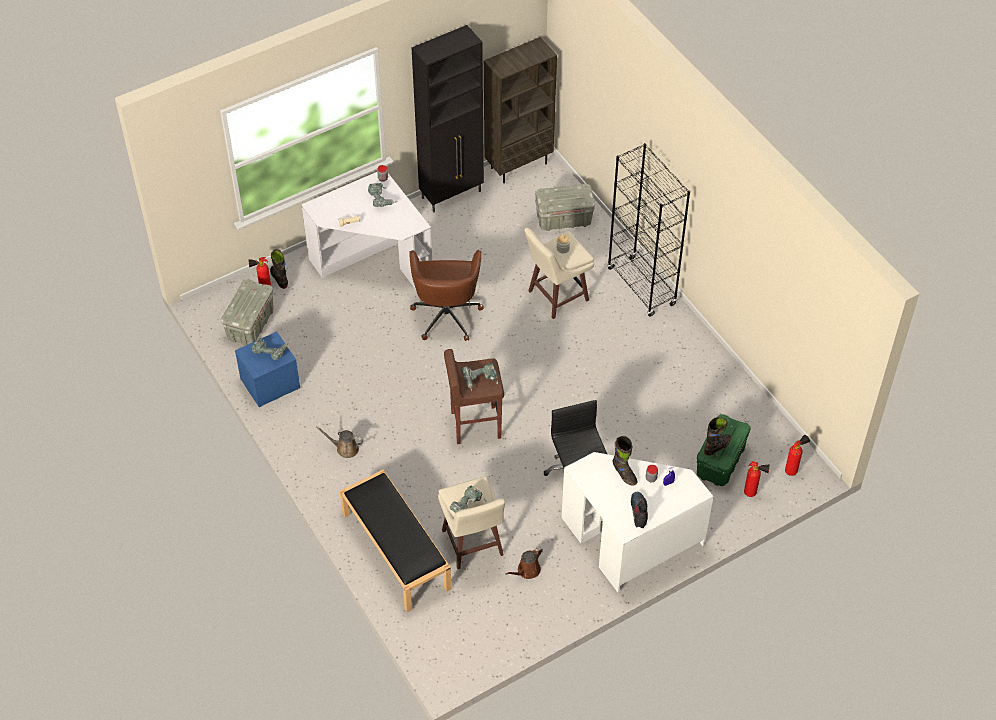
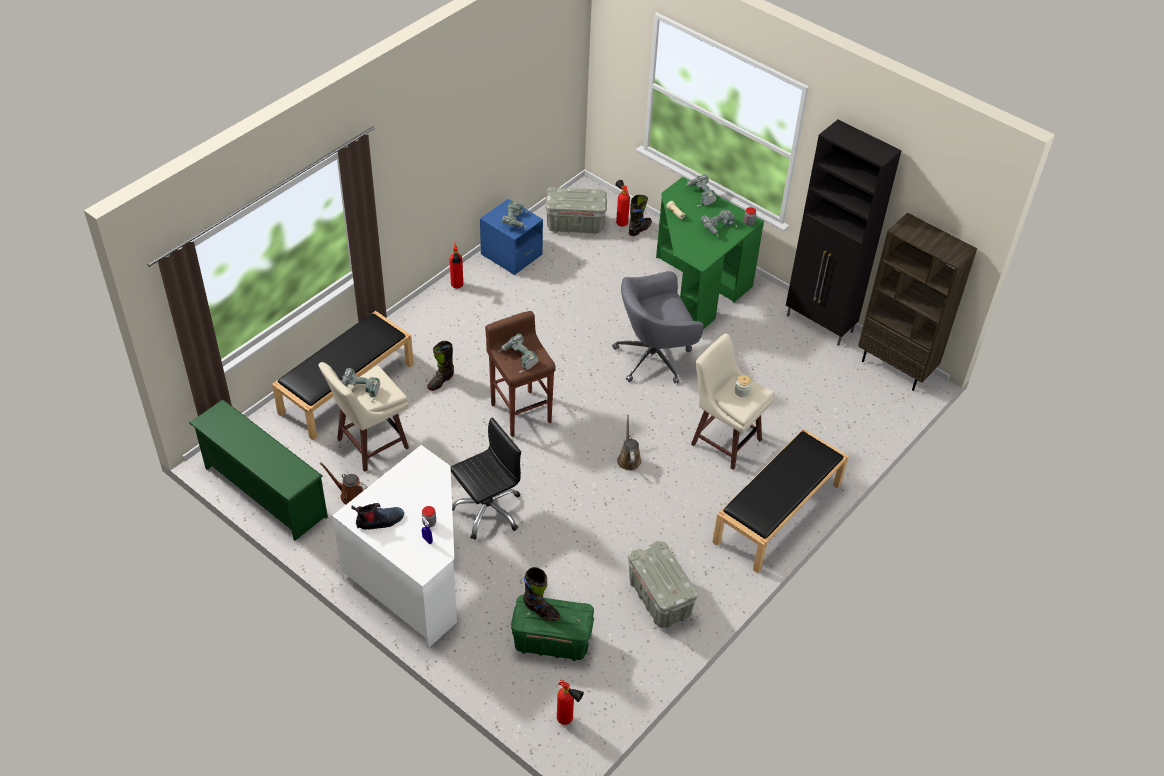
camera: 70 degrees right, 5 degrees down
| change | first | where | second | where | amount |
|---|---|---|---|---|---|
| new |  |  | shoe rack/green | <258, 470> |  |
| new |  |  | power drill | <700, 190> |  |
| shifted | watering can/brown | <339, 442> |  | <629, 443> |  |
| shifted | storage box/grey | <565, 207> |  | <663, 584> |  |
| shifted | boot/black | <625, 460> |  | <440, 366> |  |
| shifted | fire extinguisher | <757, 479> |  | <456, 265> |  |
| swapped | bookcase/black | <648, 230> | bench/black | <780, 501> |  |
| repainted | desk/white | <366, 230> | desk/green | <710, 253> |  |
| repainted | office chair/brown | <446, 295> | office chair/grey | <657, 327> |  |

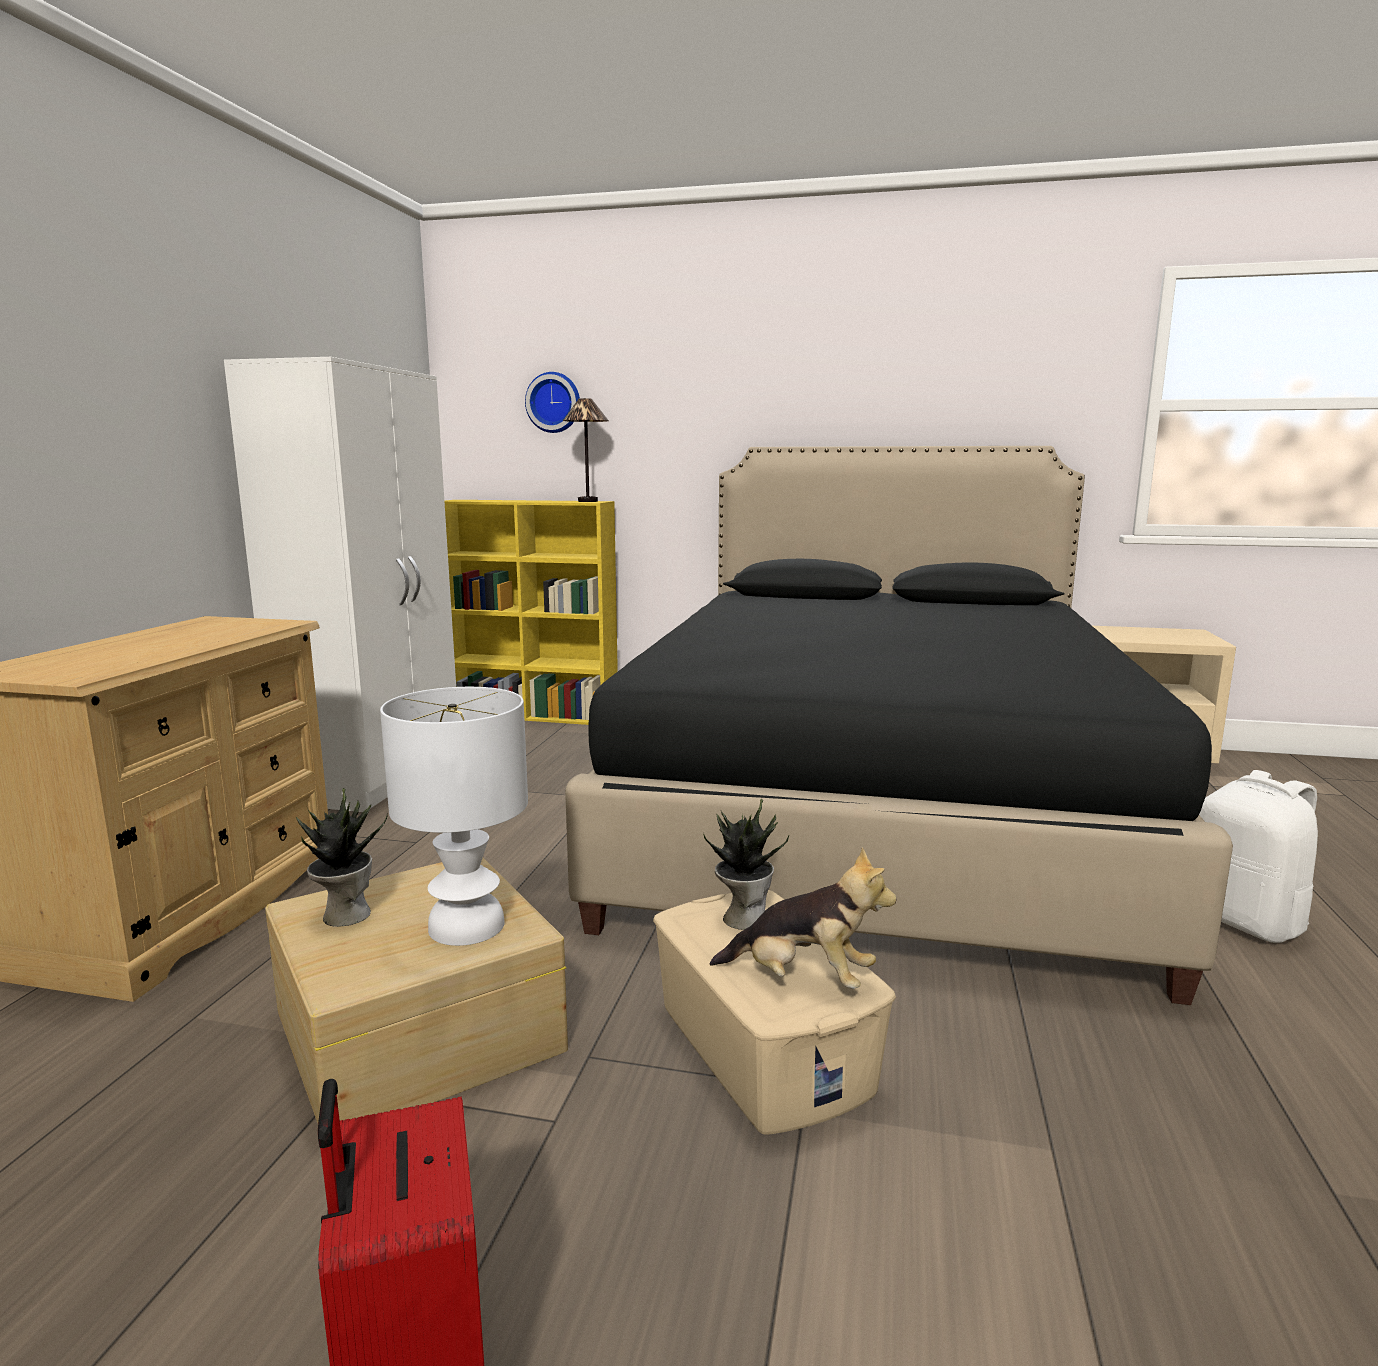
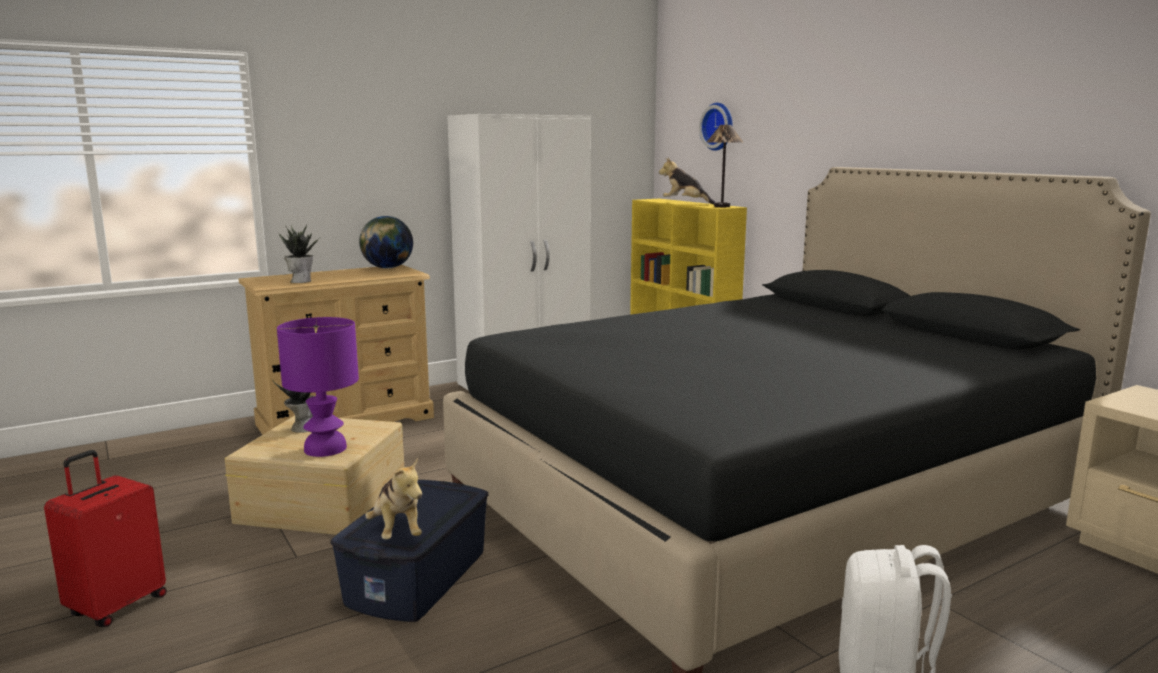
camera: 45 degrees right, 0 degrees up
| change | first | where | second | where | amount |
|---|---|---|---|---|---|
| new |  |  | globe | <386, 242> |  |
| new |  |  | plush toy | <687, 180> |  |
| shifted | potted plant | <746, 864> |  | <299, 253> |  |
| repainted | table lamp/white | <454, 816> | table lamp/purple | <318, 387> |  |
| repainted | storage box/beige | <774, 1012> | storage box/blue | <409, 551> |  |

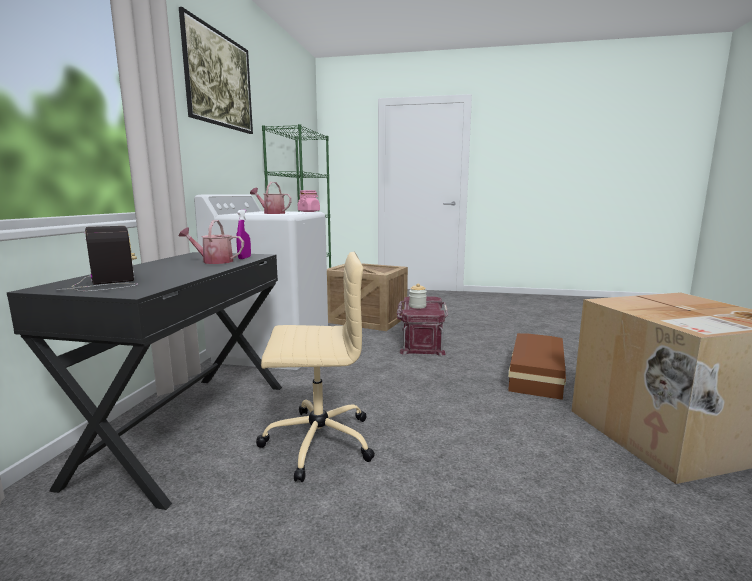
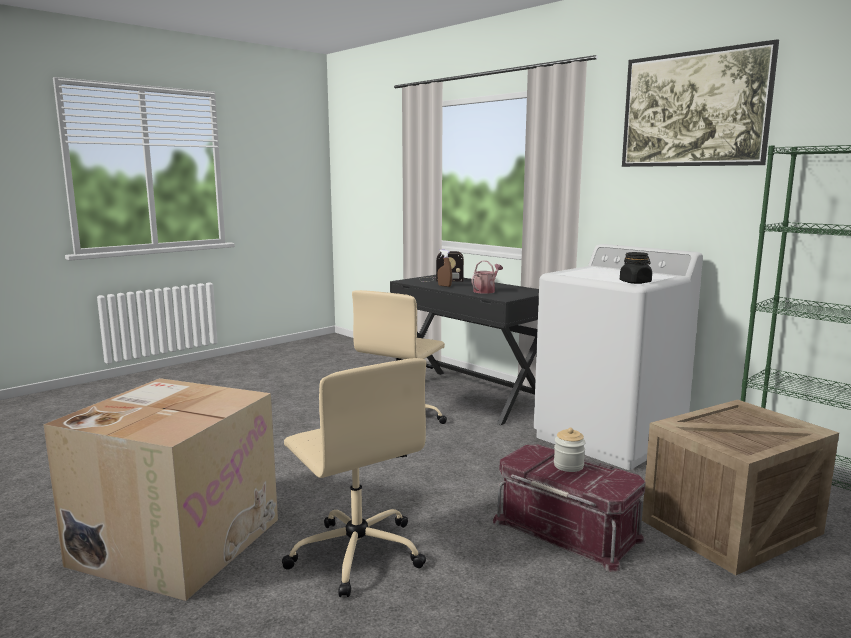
camera: 125 degrees right, 0 degrees up
| change | first | where | second | where | amount |
|---|---|---|---|---|---|
| gone | spray bottle/purple | <243, 234> |  |  |  |
| gone | watering can | <270, 198> |  |  |  |
| new |  |  | spray bottle/brown | <445, 268> |  |
| swapped | storage box/brown | <537, 366> | office chair/beige | <354, 477> |  |
| repainted | jar/pink | <309, 201> | jar/black | <636, 268> |  |

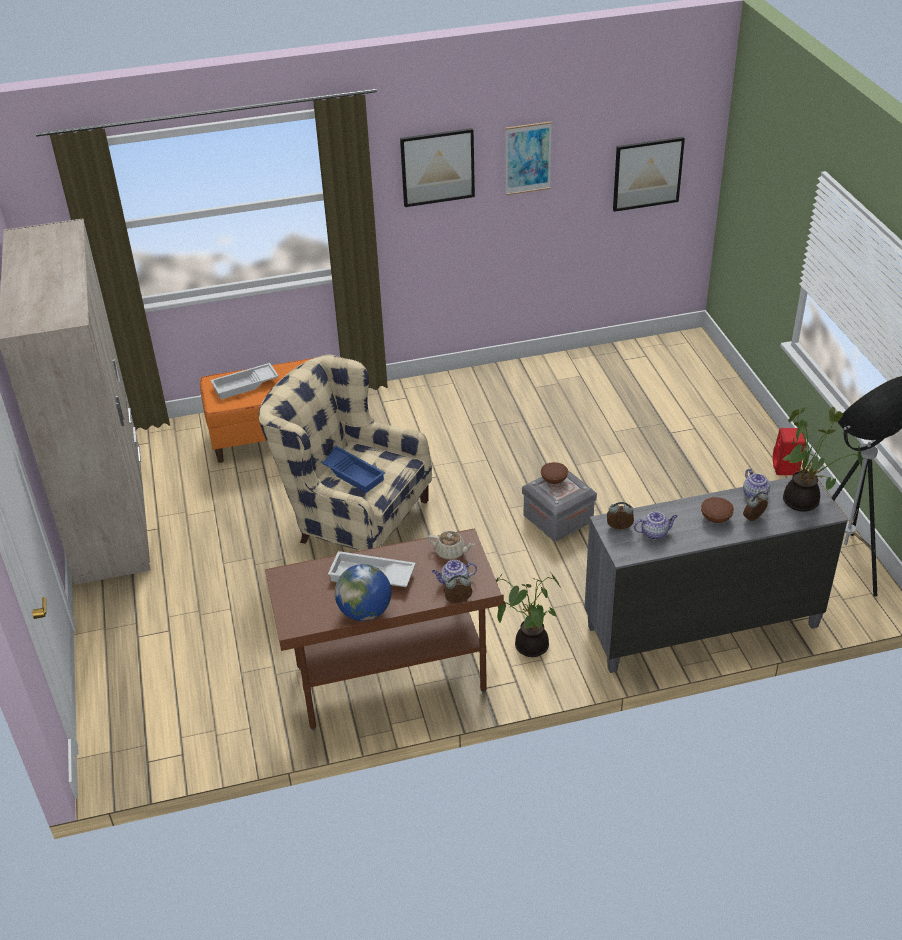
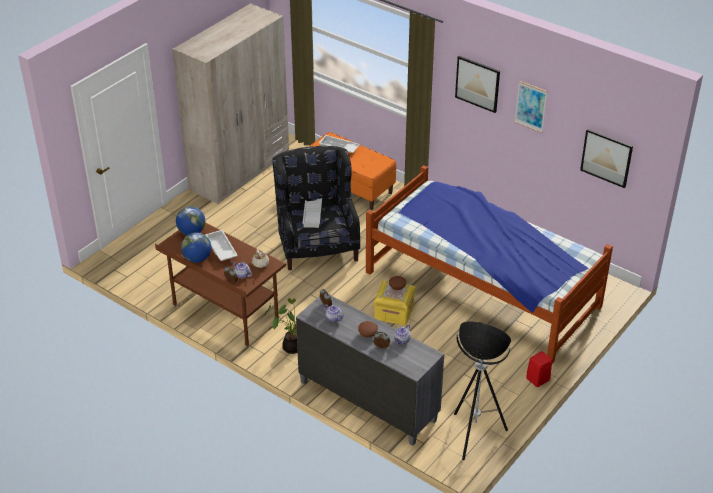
camera: 50 degrees right, 0 degrees up
| change | first | where | second | where | amount |
|---|---|---|---|---|---|
| gone | potted plant | <822, 459> |  |  |  |
| new |  |  | globe | <190, 221> |  |
| new |  |  | bed | <489, 264> |  |
| repainted | armchair/beige | <345, 452> | armchair/black | <316, 208> |  |
| repainted | tray/blue | <353, 469> | tray/white | <312, 213> |  |
| repainted | storage box/grey | <559, 505> | storage box/yellow | <395, 302> |  |

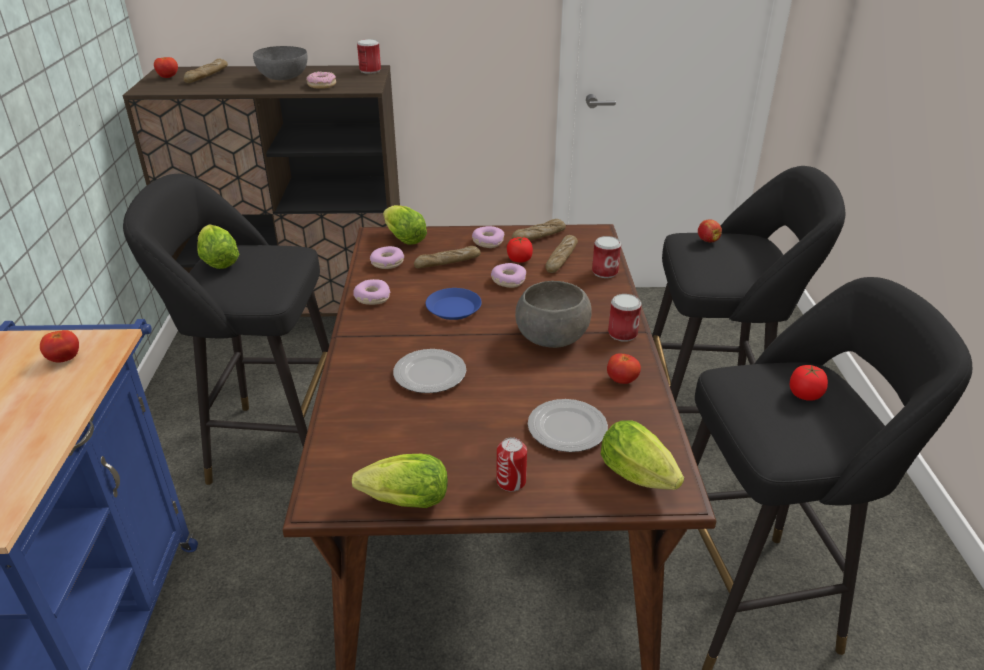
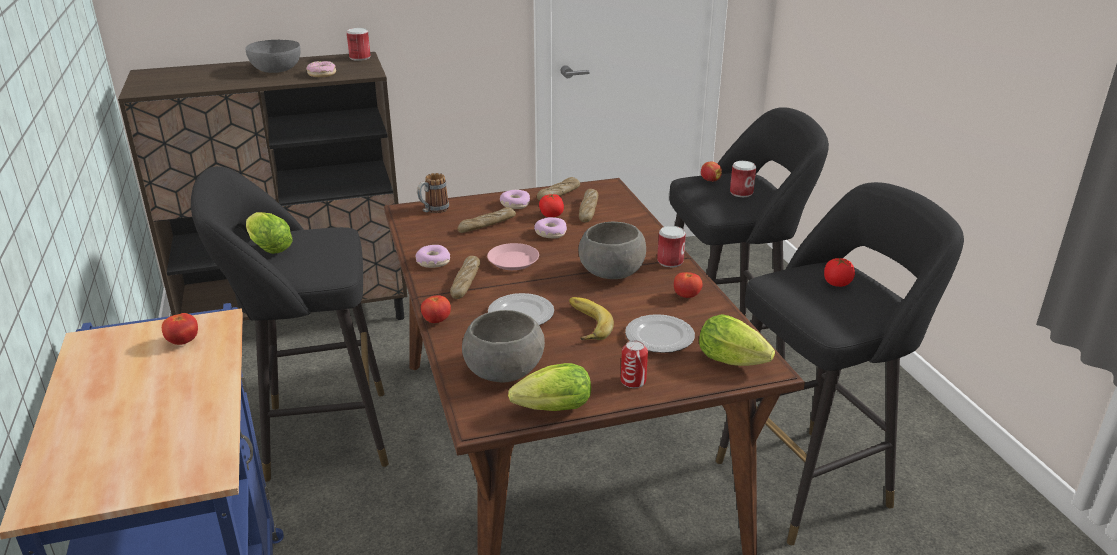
camera: 15 degrees left, 5 degrees down
| change | first | where | second | where | amount |
|---|---|---|---|---|---|
| gone | donut | <387, 257> |  |  |  |
| new |  |  | bowl/grey | <503, 346> |  |
| new |  |  | banana | <591, 318> |  |
| shifted | tomato | <166, 67> |  | <436, 309> |  |
| shifted | bread | <206, 70> |  | <465, 277> |  |
| shifted | can | <606, 257> |  | <743, 179> |  |
| swapped | lettuce | <405, 225> | mug | <433, 193> |  |
| repainted | plate/blue | <454, 304> | plate/pink | <513, 256> |  |

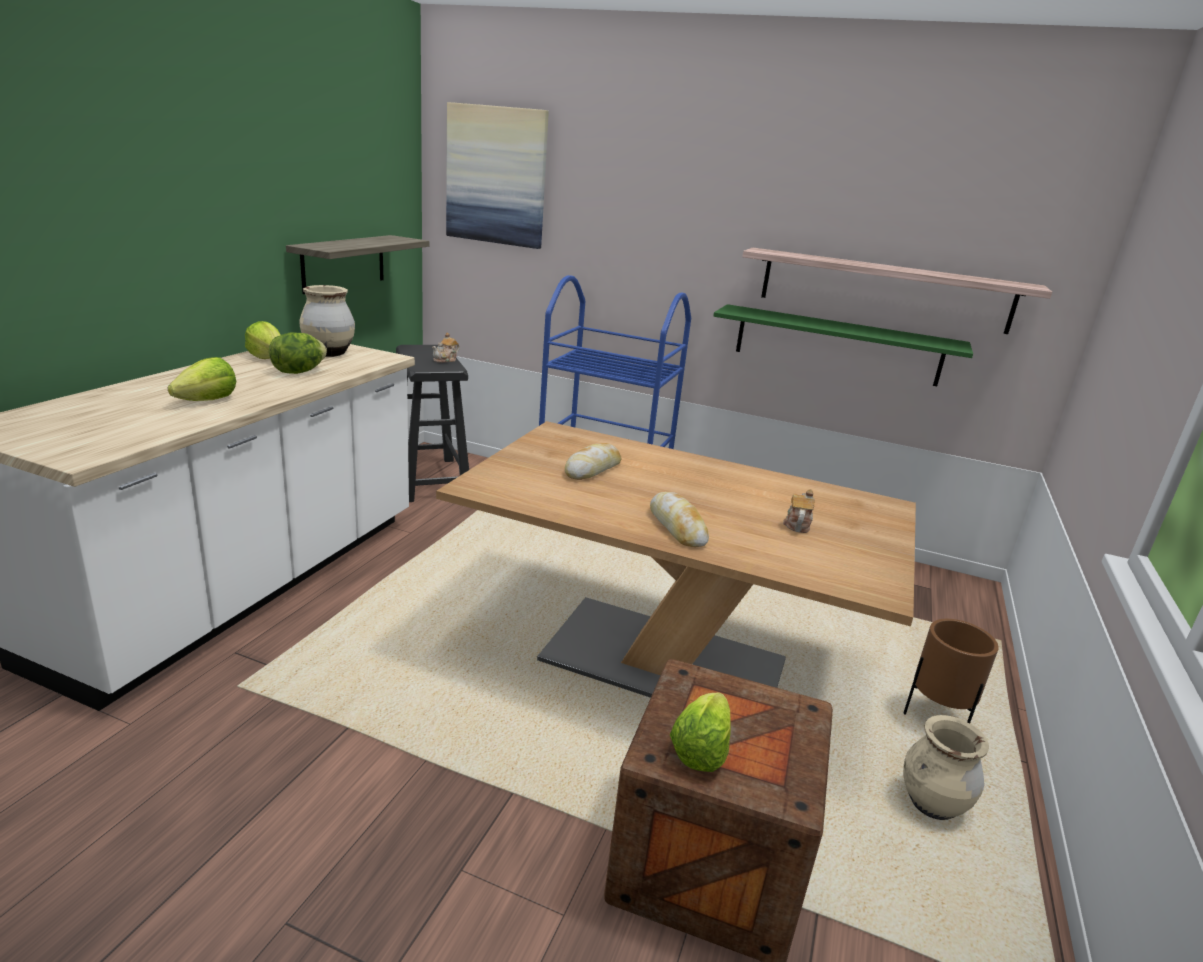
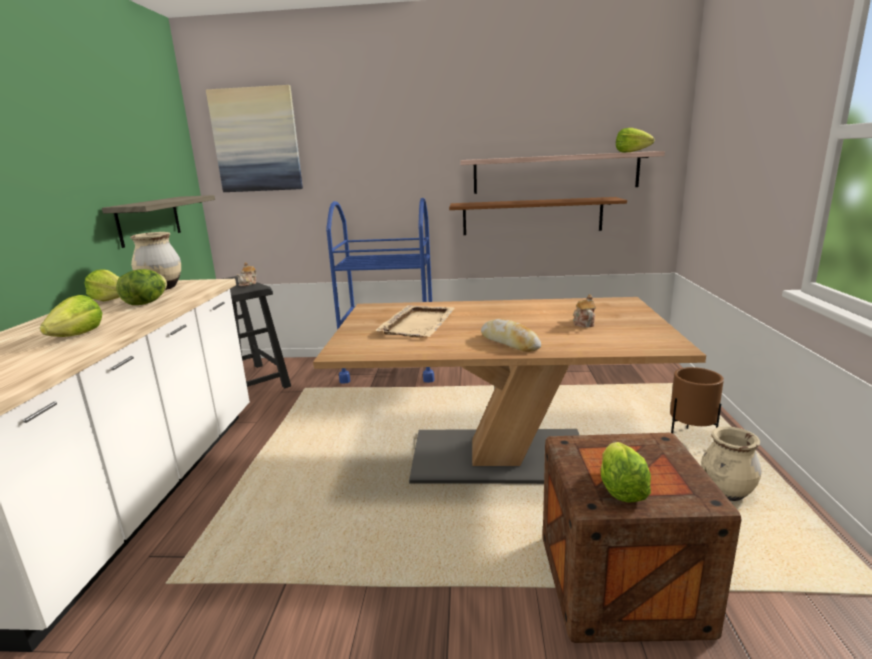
camera: 15 degrees left, 5 degrees down
| change | first | where | second | where | amount |
|---|---|---|---|---|---|
| new |  |  | lettuce | <635, 140> |  |
| swapped | bread | <593, 461> | tray/beige | <415, 321> |  |
| repainted | shelf/green | <843, 345> | shelf/brown | <538, 216> |  |

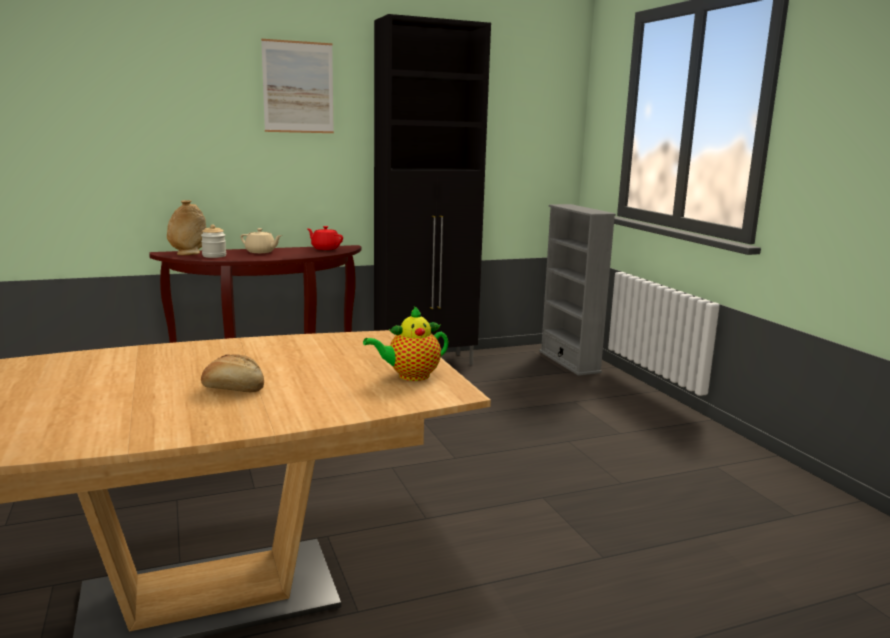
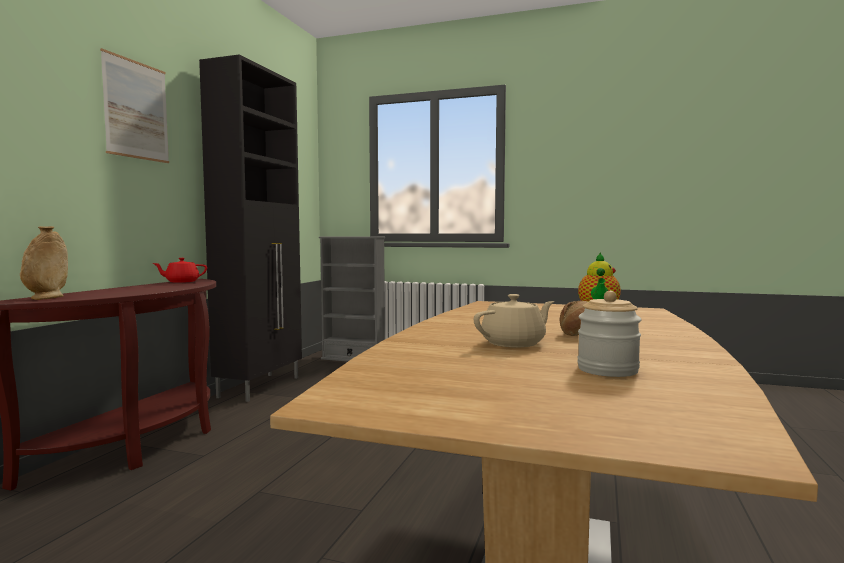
camera: 50 degrees left, 10 degrees down
| change | first | where | second | where | amount |
|---|---|---|---|---|---|
| shifted | jar | <213, 241> |  | <609, 334> |  |
| shifted | teapot/beige | <261, 240> |  | <514, 321> |  |

